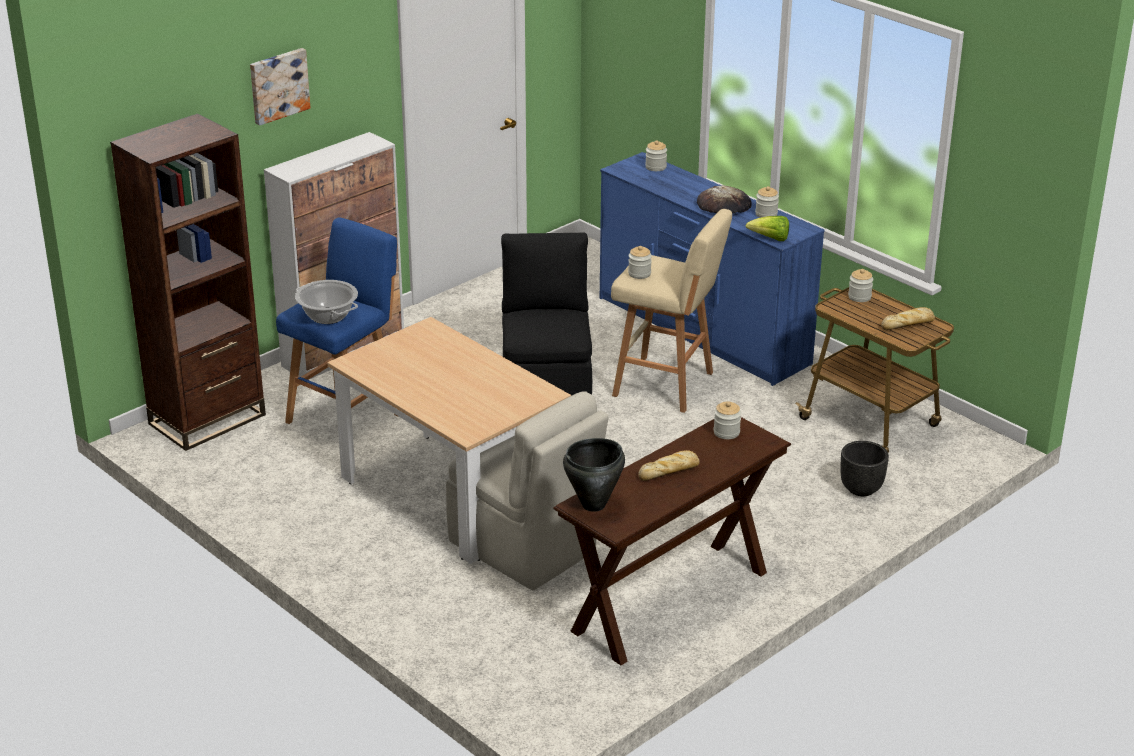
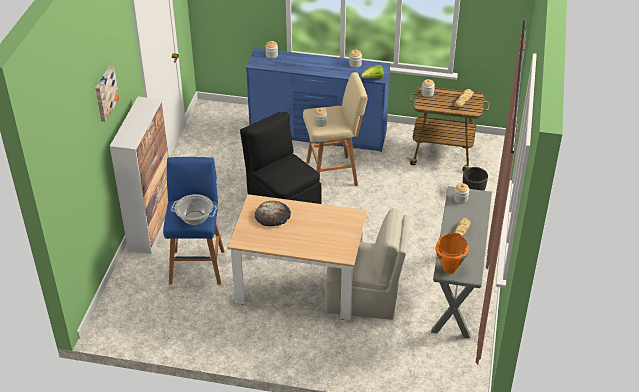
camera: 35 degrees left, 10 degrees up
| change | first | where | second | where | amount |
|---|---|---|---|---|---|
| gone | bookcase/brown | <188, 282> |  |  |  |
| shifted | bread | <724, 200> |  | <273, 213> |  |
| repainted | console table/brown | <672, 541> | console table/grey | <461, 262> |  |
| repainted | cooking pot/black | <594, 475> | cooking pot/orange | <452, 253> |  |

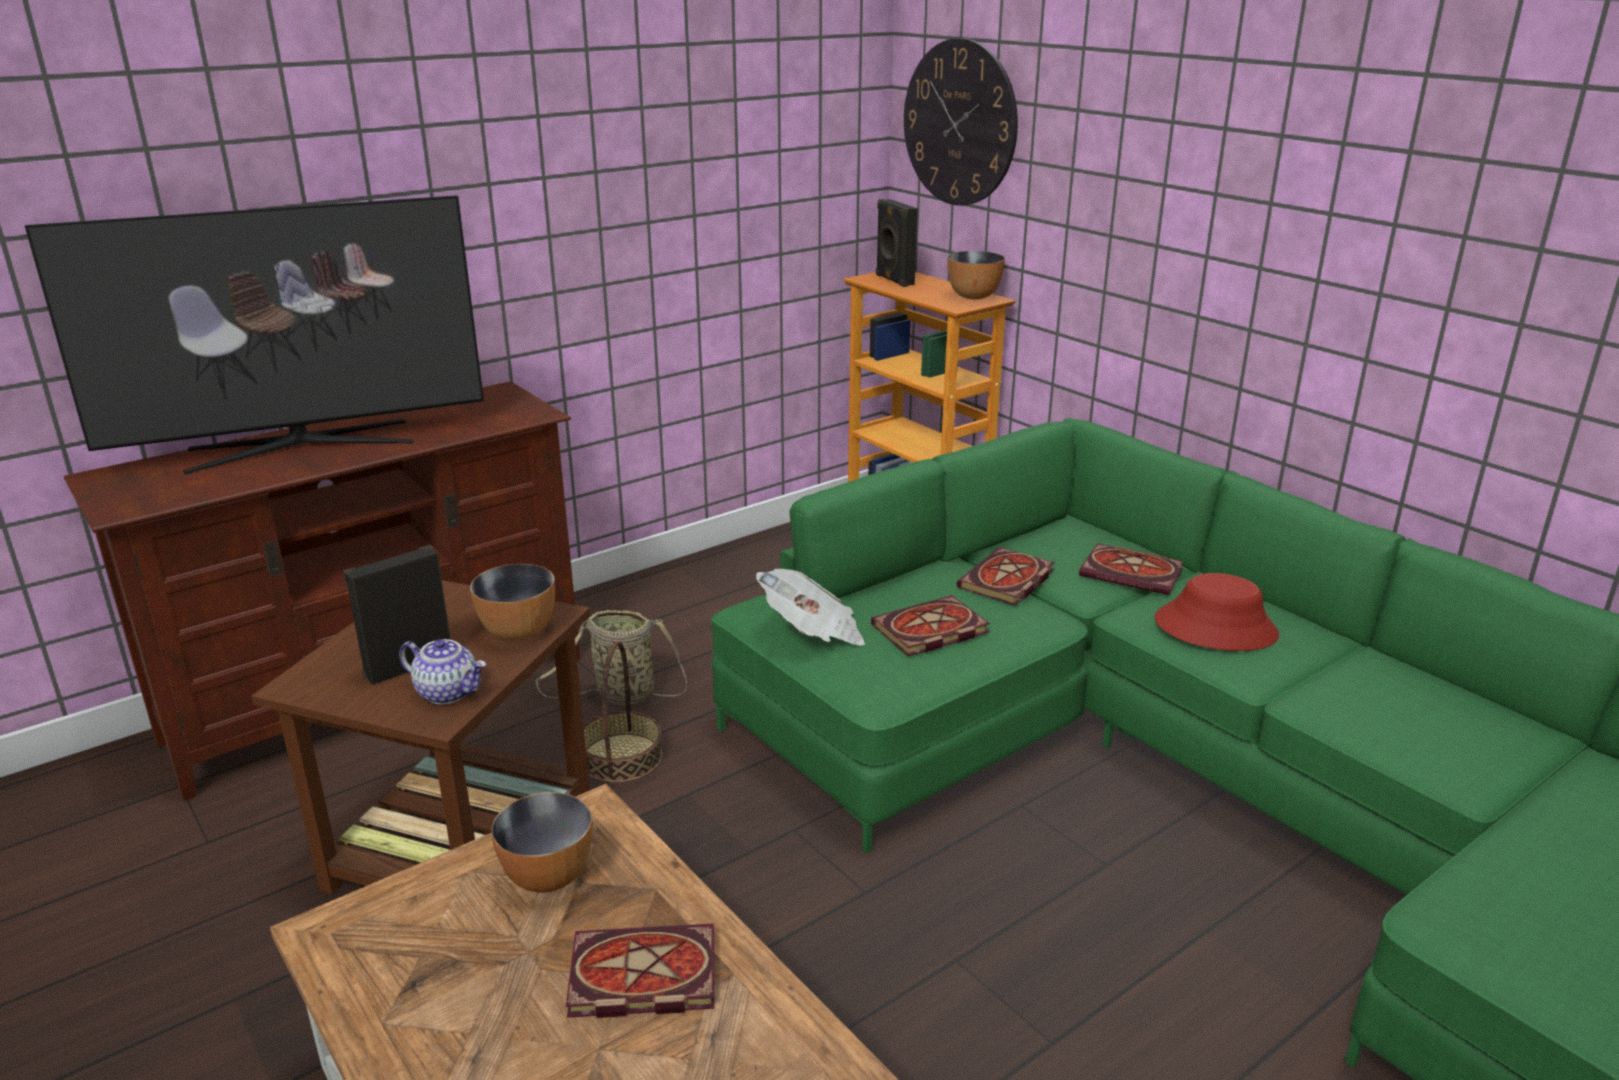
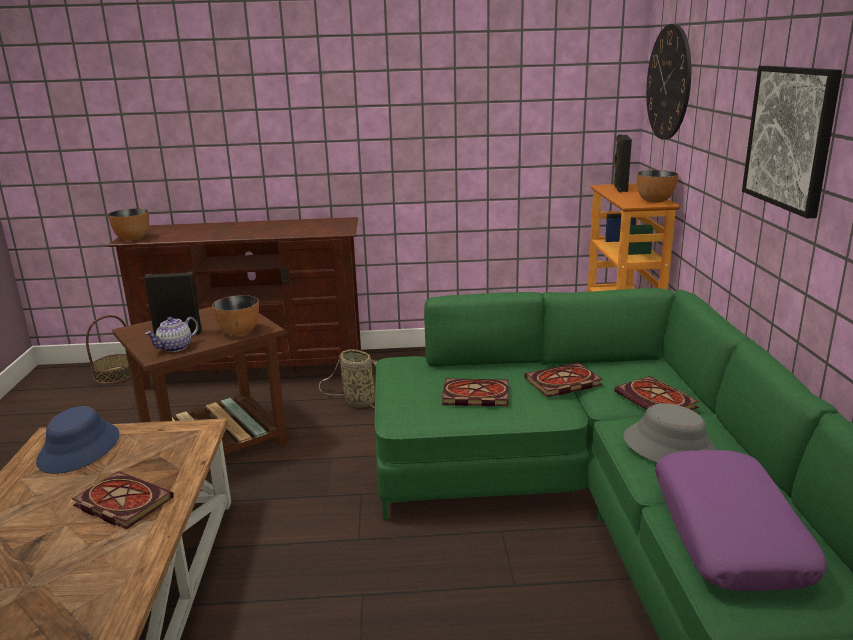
camera: 35 degrees right, 5 degrees down
| change | first | where | second | where | amount |
|---|---|---|---|---|---|
| gone | television | <254, 334> |  |  |  |
| gone | newspaper | <810, 607> |  |  |  |
| new |  |  | hat/blue | <77, 440> |  |
| new |  |  | pillow/purple | <741, 520> |  |
| new |  |  | picture | <792, 142> |  |
| shifted | bowl | <542, 842> |  | <128, 224> |  |
| shifted | basket | <623, 712> |  | <108, 349> |  |
| repainted | hat/red | <1217, 612> | hat/grey | <670, 433> |  |
| rotated | teapot | <442, 671> |  | <172, 334> | 75 degrees clockwise |

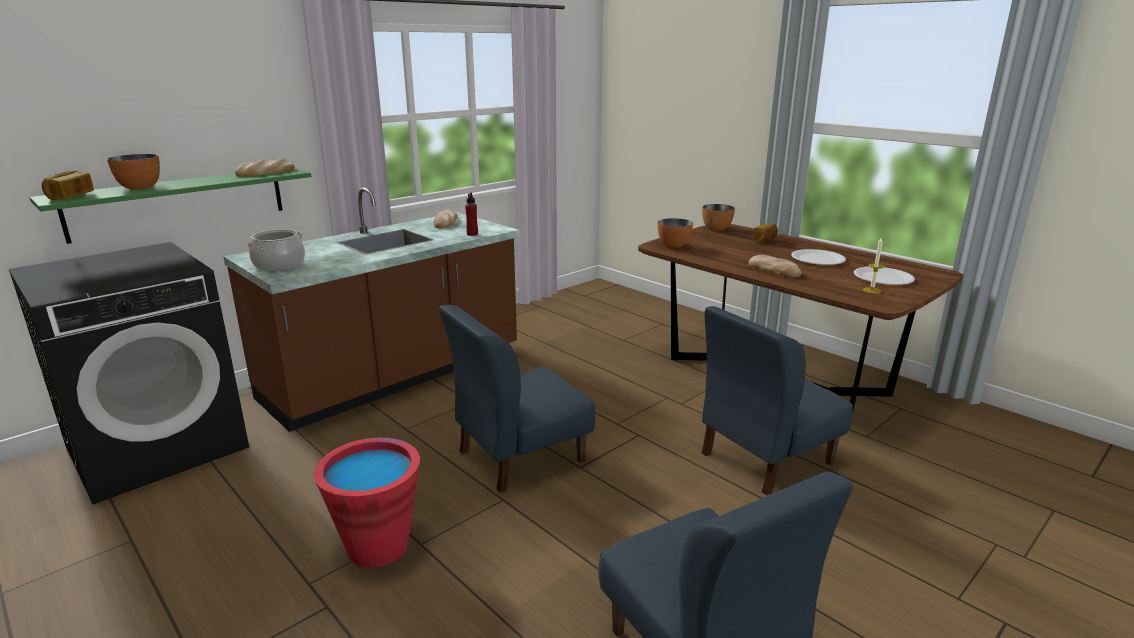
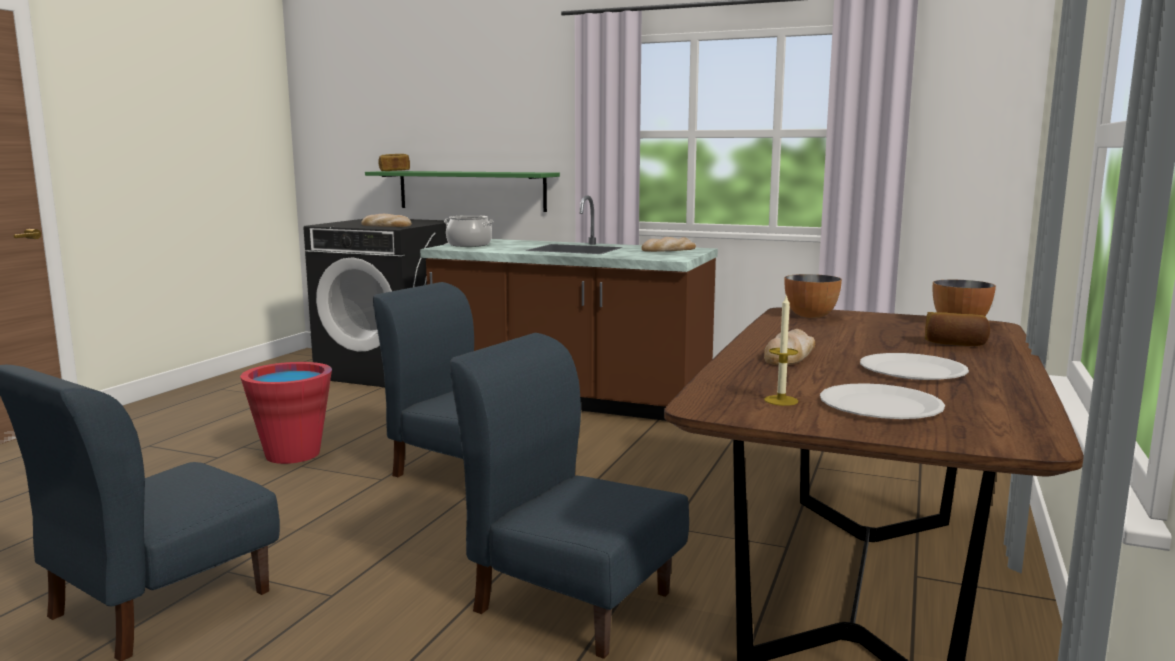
camera: 65 degrees right, 10 degrees down
| change | first | where | second | where | amount |
|---|---|---|---|---|---|
| gone | bowl | <133, 172> |  |  |  |
| gone | bottle/red | <471, 214> |  |  |  |
| shifted | bread | <265, 167> |  | <386, 220> |  |

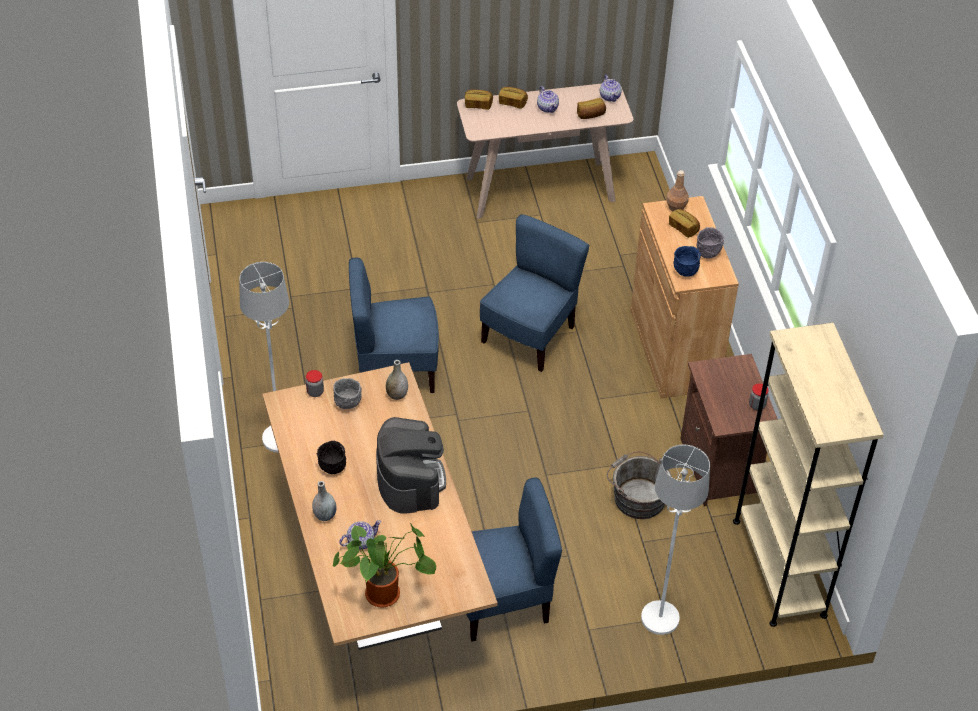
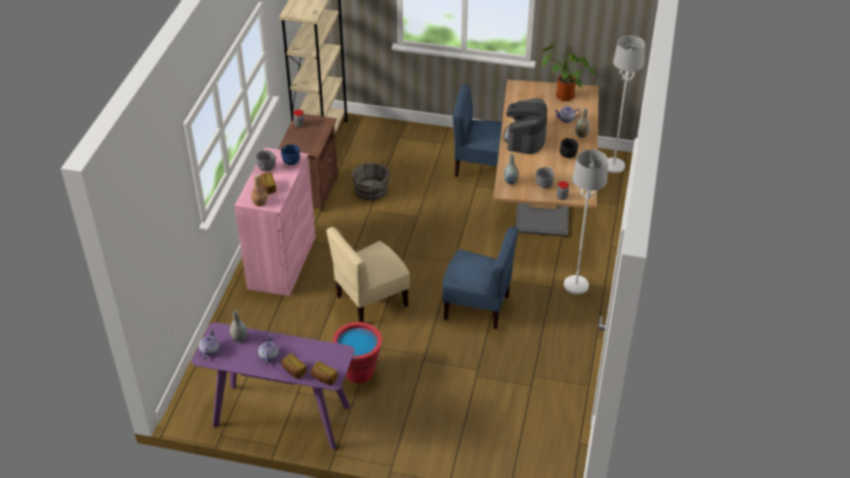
camera: 155 degrees left, 5 degrees down
| change | first | where | second | where | amount |
|---|---|---|---|---|---|
| new |  |  | bucket/red | <357, 352> |  |
| shifted | floor lamp/white | <675, 540> |  | <626, 104> |  |
| swapped | bread | <591, 108> | vase/grey | <238, 326> |  |
| repainted | console table/beige | <545, 151> | console table/purple | <272, 386> |  |
| repainted | chair/blue | <534, 293> | chair/beige | <368, 274> |  |
| repainted | cabinet/brown | <685, 297> | cabinet/pink | <275, 222> |  |

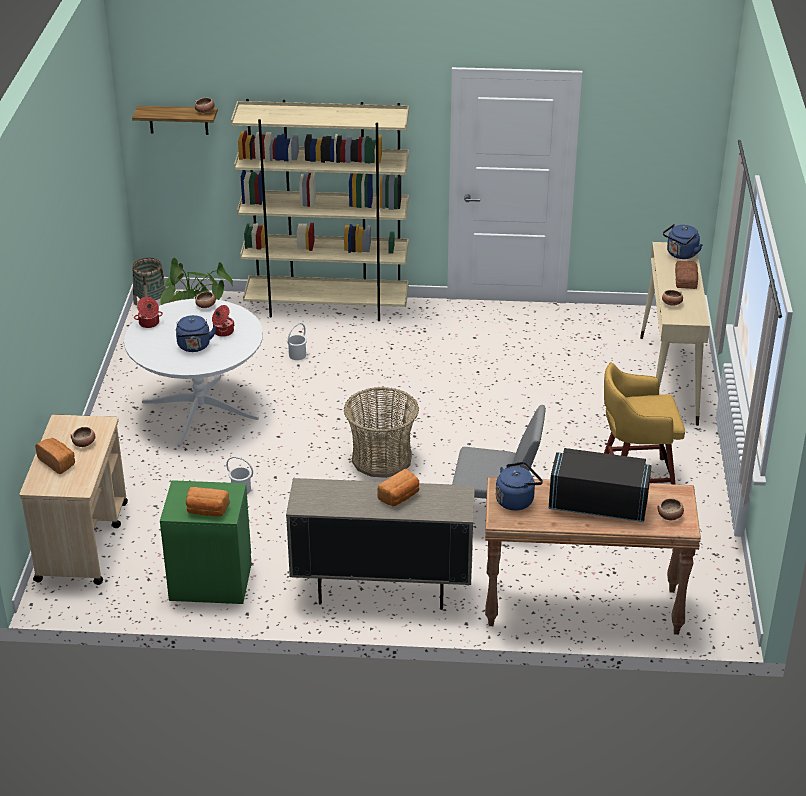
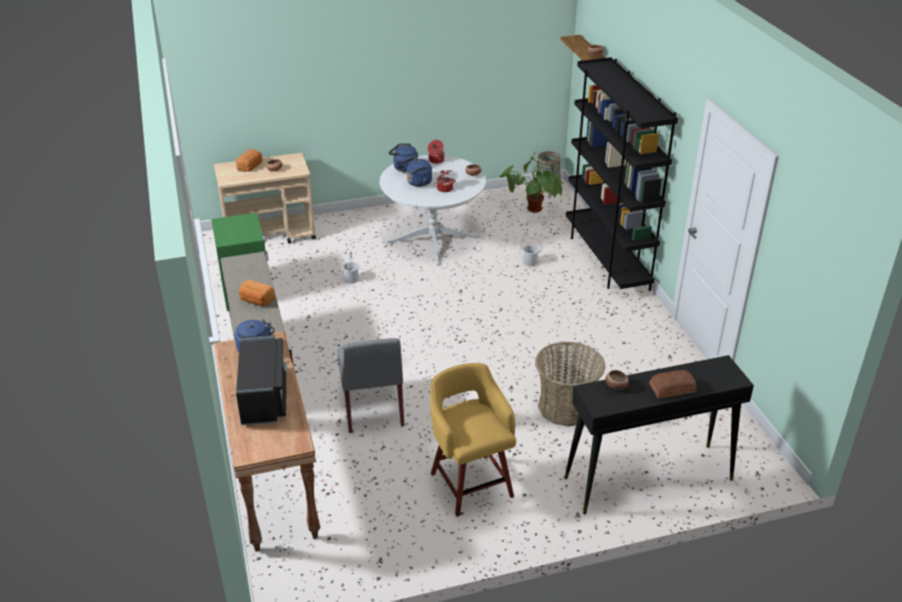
camera: 70 degrees right, 0 degrees up
| change | first | where | second | where | amount |
|---|---|---|---|---|---|
| gone | bread | <208, 502> |  |  |  |
| gone | bowl | <670, 509> |  |  |  |
| shifted | basket | <381, 432> |  | <570, 384> |  |
| shifted | kettle/blue | <682, 241> |  | <403, 157> |  |
| repainted | bookcase/beige | <320, 210> | bookcase/black | <622, 174> |  |
| repainted | console table/beige | <675, 334> | console table/black | <659, 435> |  |

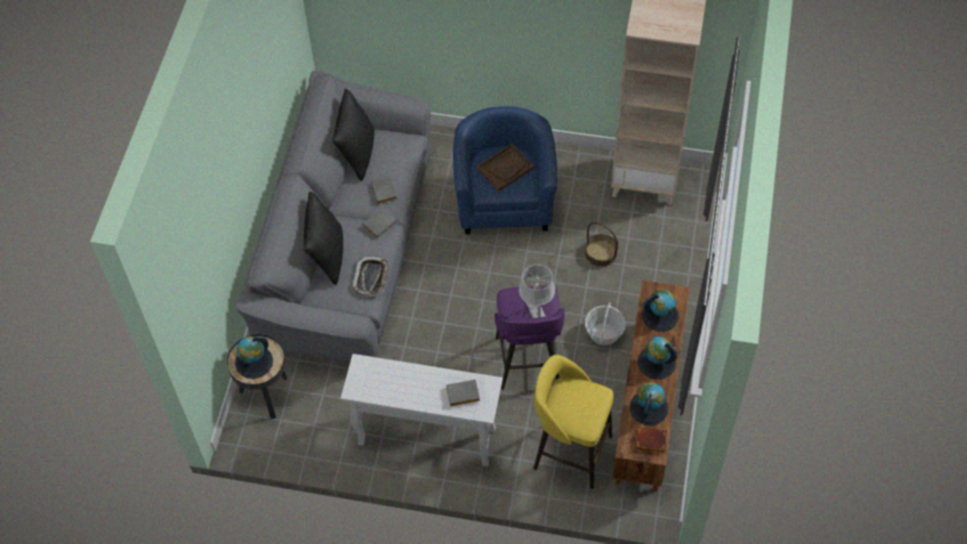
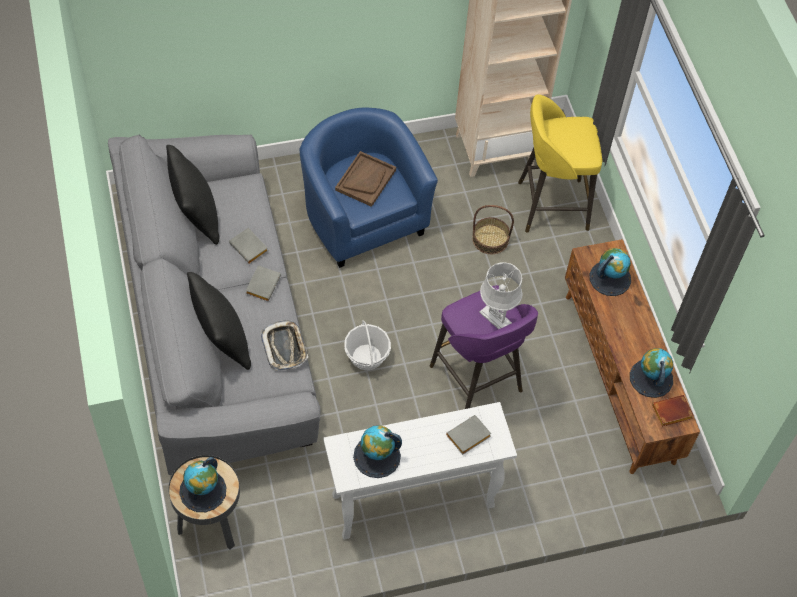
camera: 30 degrees left, 0 degrees up
| change | first | where | second | where | amount |
|---|---|---|---|---|---|
| shifted | stool/yellow | <573, 422> |  | <560, 163> |  |
| shifted | basket | <605, 324> |  | <367, 345> |  |
| shifted | globe | <658, 358> |  | <377, 451> |  |

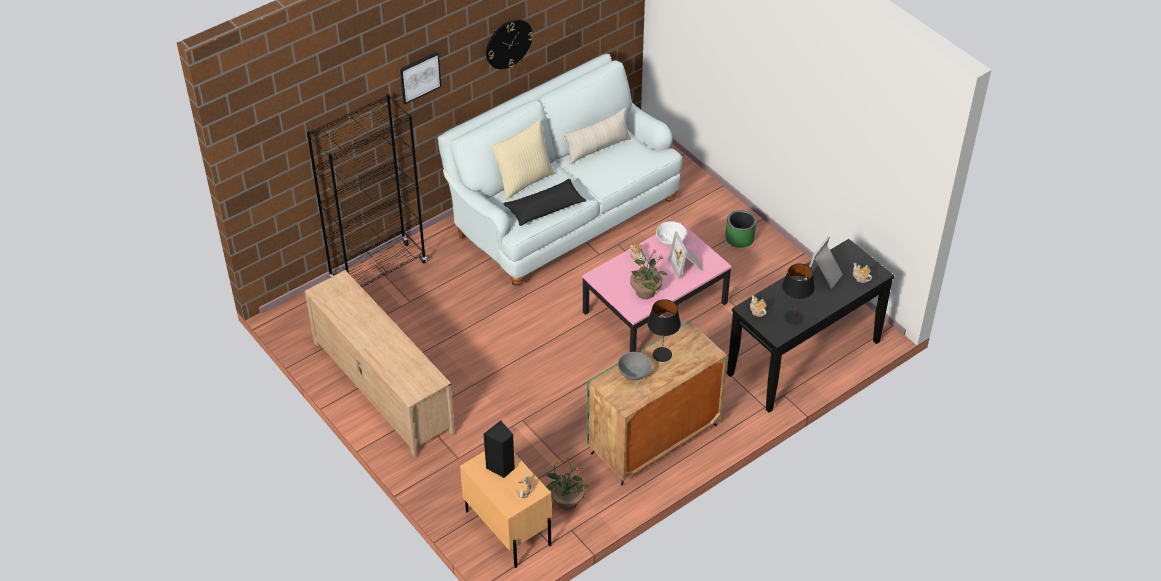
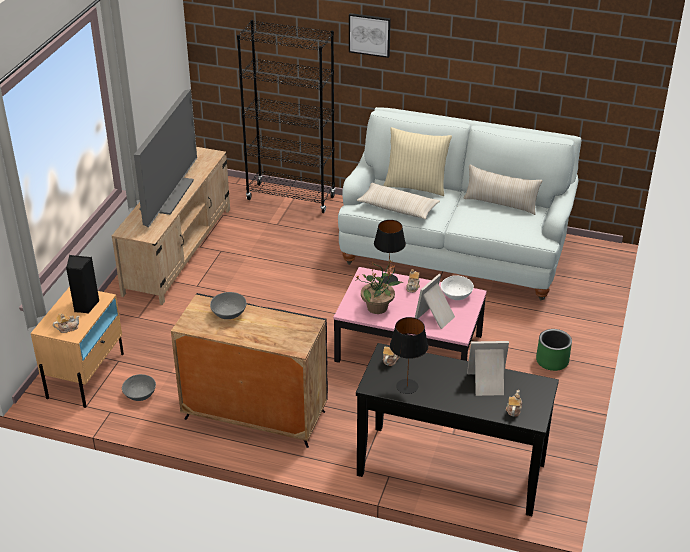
camera: 55 degrees right, 10 degrees down
| change | first | where | second | where | amount |
|---|---|---|---|---|---|
| gone | wall clock | <509, 44> |  |  |  |
| new |  |  | television | <165, 158> |  |
| shifted | table lamp/black | <664, 330> |  | <390, 252> |  |
| swapped | potted plant | <566, 483> | bowl/grey | <139, 387> |  |
| repainted | pillow/black | <545, 202> | pillow/beige | <398, 201> |  |
| repainted | cabinet/green | <657, 403> | cabinet/black | <249, 370> |  |

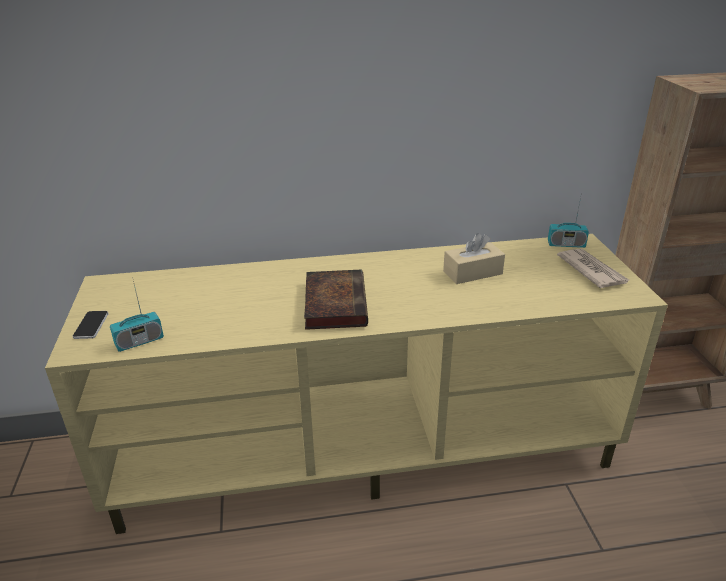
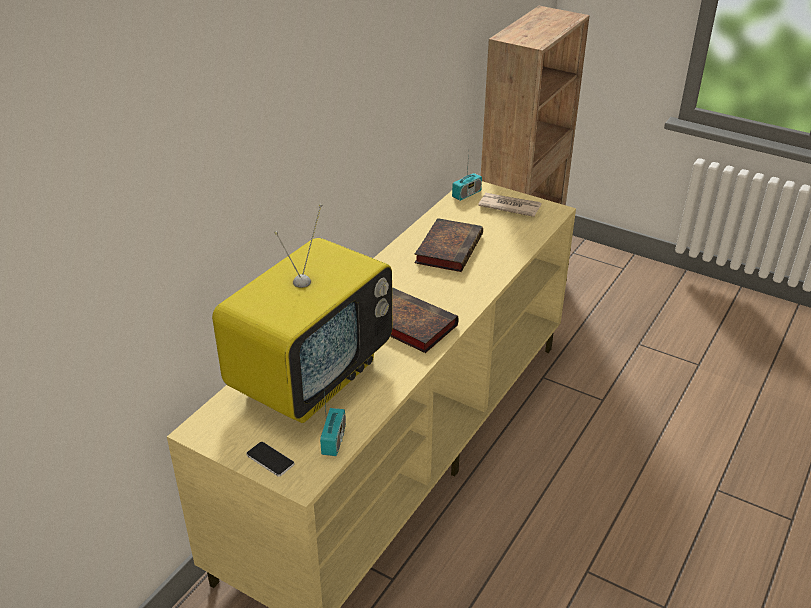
camera: 50 degrees left, 5 degrees up
| change | first | where | second | where | amount |
|---|---|---|---|---|---|
| new |  |  | television | <302, 313> |  |
| swapped | tissue box/beige | <474, 258> | book | <448, 245> |  |

